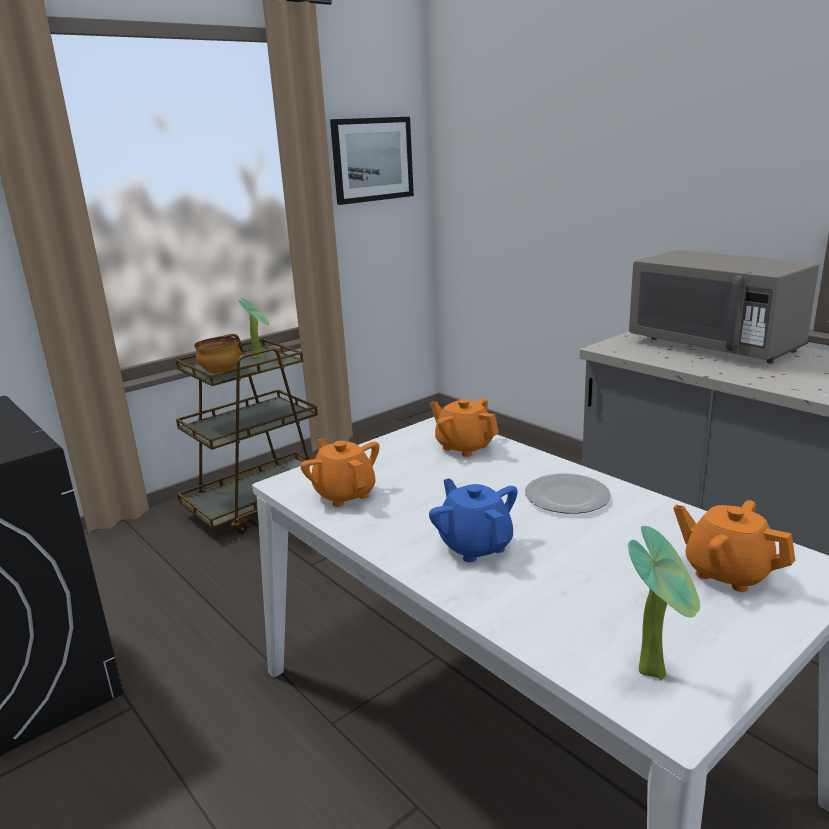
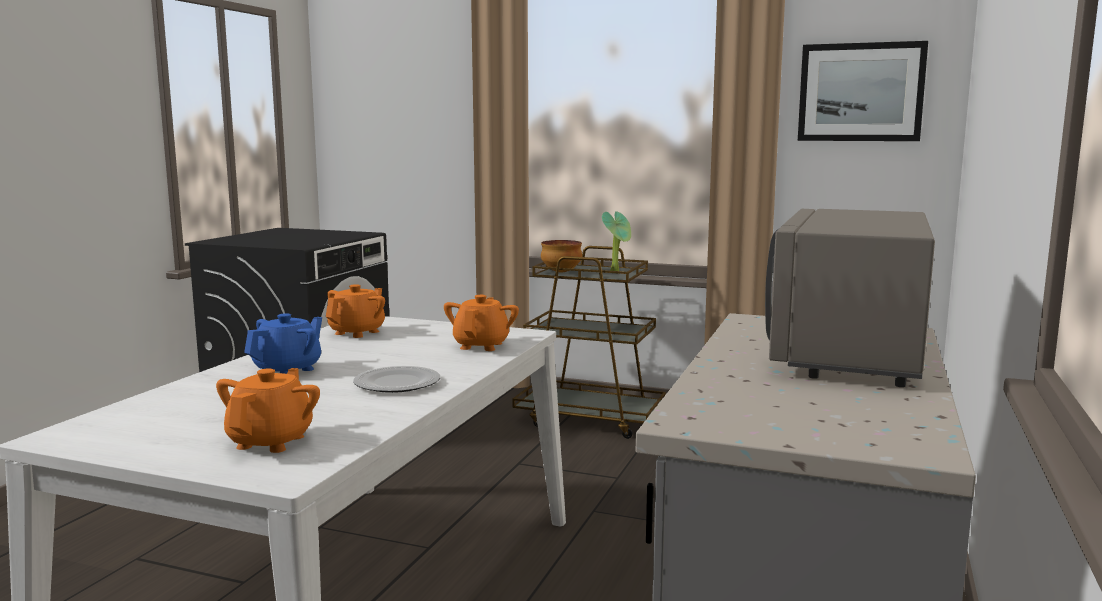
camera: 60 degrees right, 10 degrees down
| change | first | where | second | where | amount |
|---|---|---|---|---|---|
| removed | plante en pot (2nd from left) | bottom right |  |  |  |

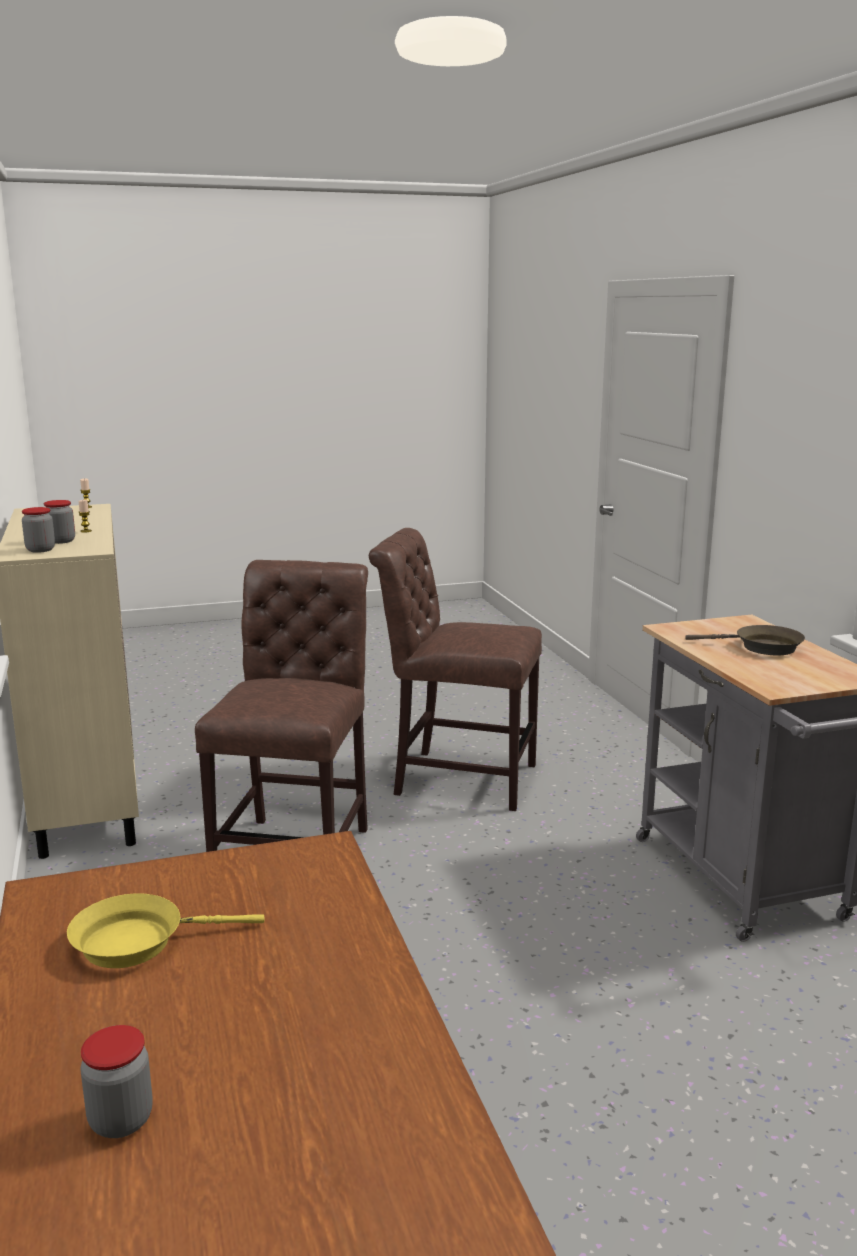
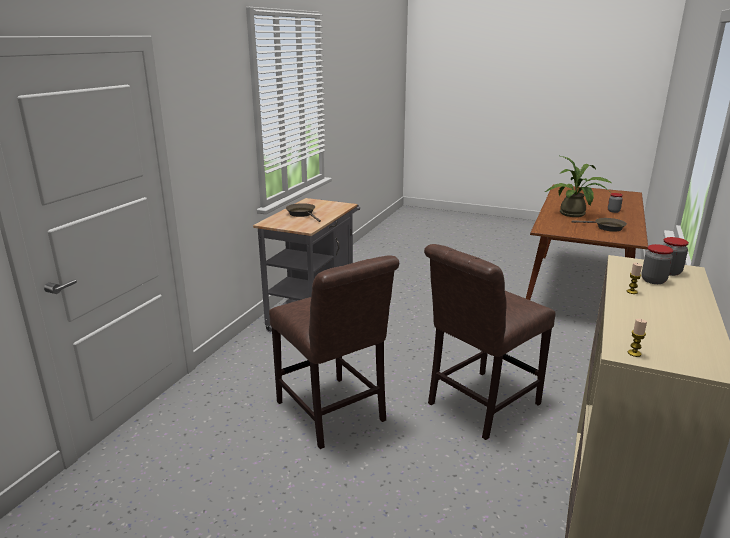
camera: 140 degrees left, 5 degrees up
| change | first | where | second | where | amount |
|---|---|---|---|---|---|
| recoloured | poêle [jaune] | bottom left | poêle [marron] (2nd from left) | middle right |  |
| added |  |  | plante en pot | middle right |  |

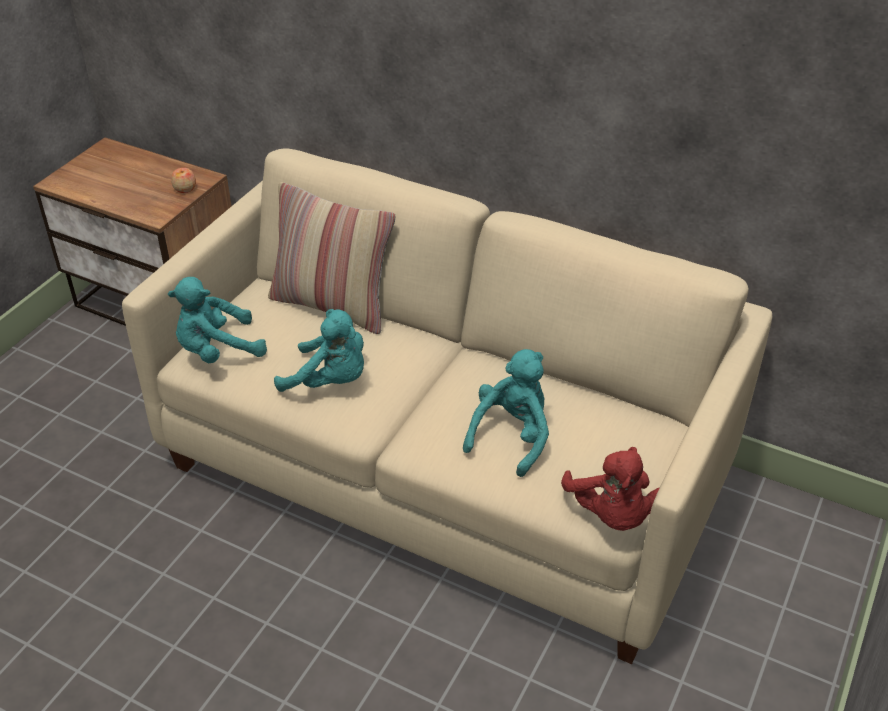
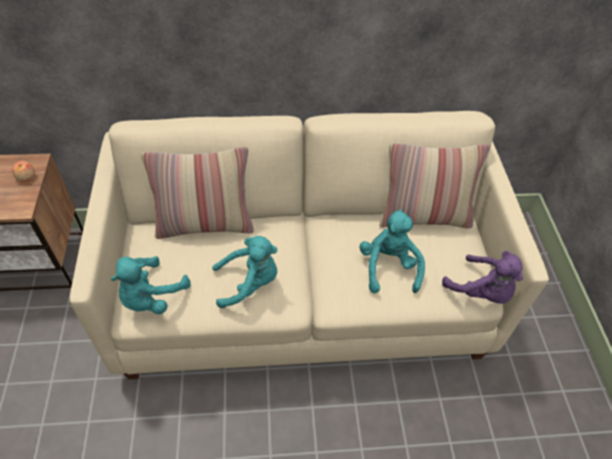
camera: 35 degrees left, 10 degrees up
| change | first | where | second | where | amount |
|---|---|---|---|---|---|
| recoloured | peluche [rouge] | bottom right | peluche [violet] | middle right |  |
| added |  |  | coussin (2nd from left) | middle right |  |

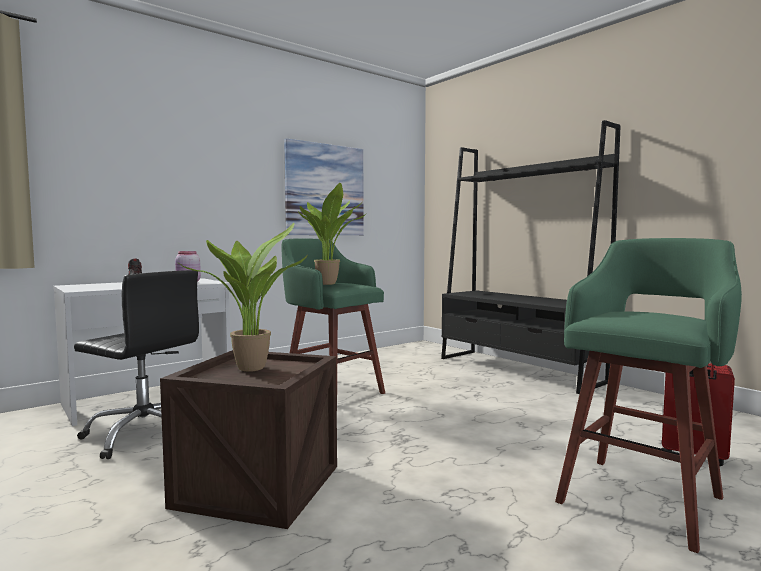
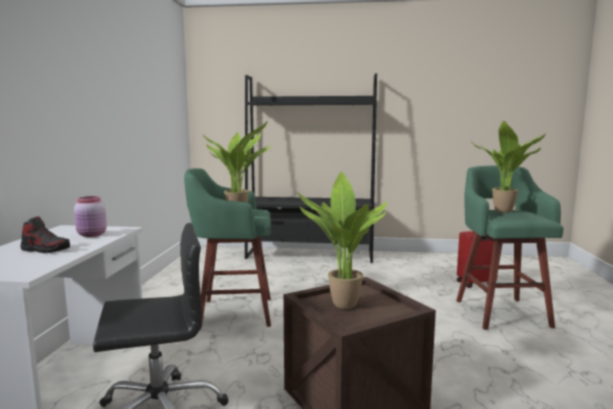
camera: 45 degrees left, 5 degrees up
| change | first | where | second | where | amount |
|---|---|---|---|---|---|
| removed | tableau | top centre |  |  |  |
| added |  |  | plante en pot (3rd from left) | middle right |  |

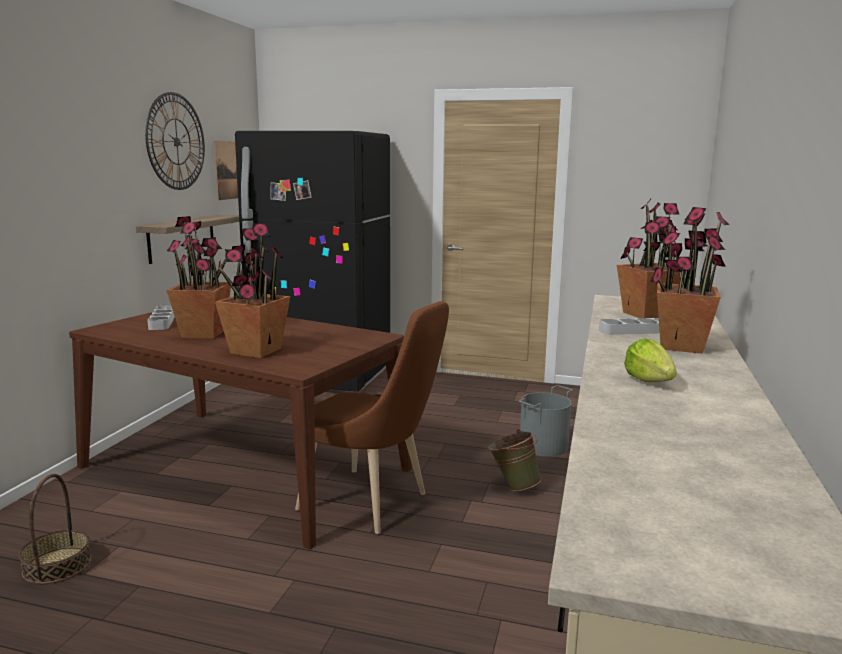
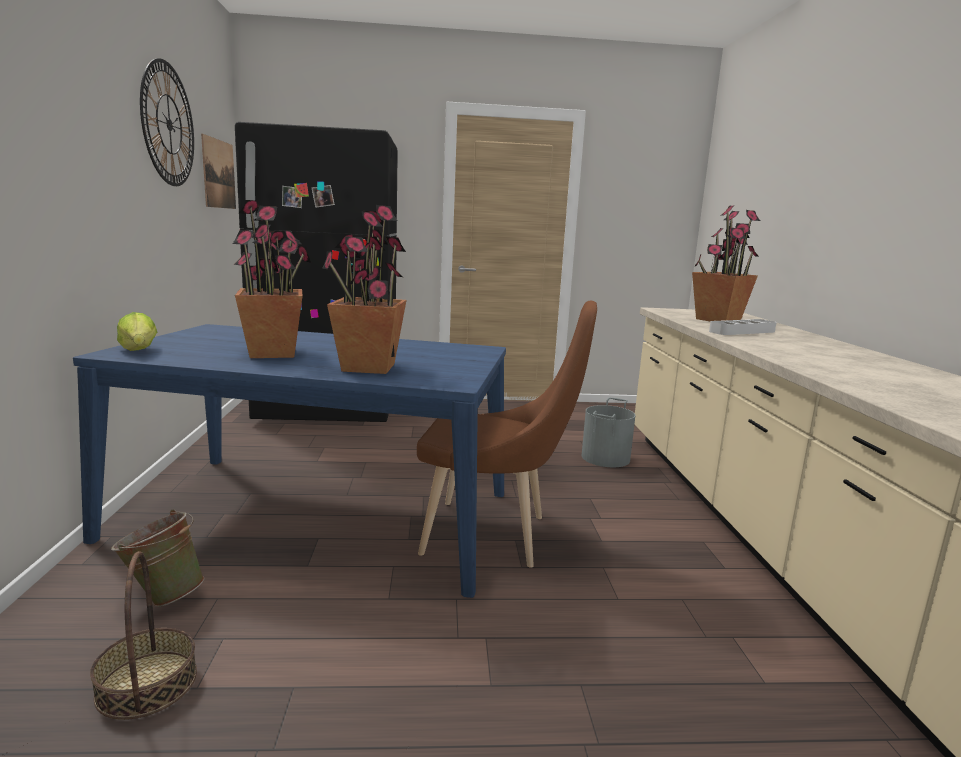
camera: 20 degrees left, 0 degrees up
| change | first | where | second | where | amount |
|---|---|---|---|---|---|
| recoloured | table à manger [marron] | middle left | table à manger [bleu] | middle left |  |
| removed | étagère | middle left |  |  |  |
| removed | plateau [gris] (1st from left) | middle left |  |  |  |
| moved | seau [vert] | bottom centre |  | bottom left |  |
| moved | laitue | middle right |  | middle left |  |
| removed | plante en pot (4th from left) | middle right |  |  |  |

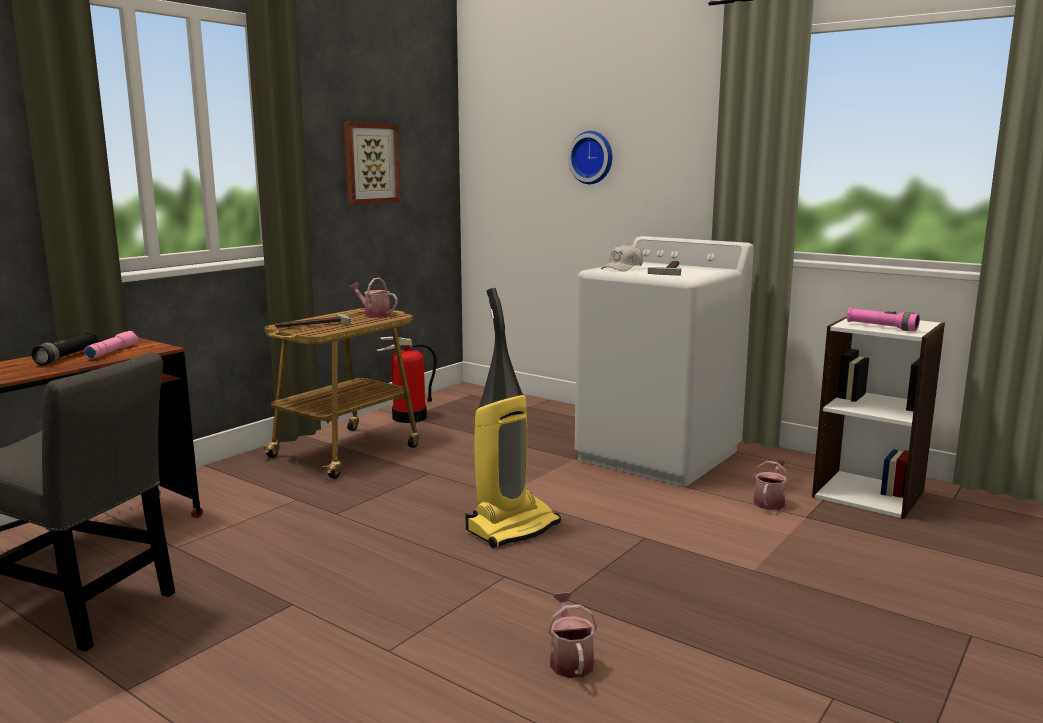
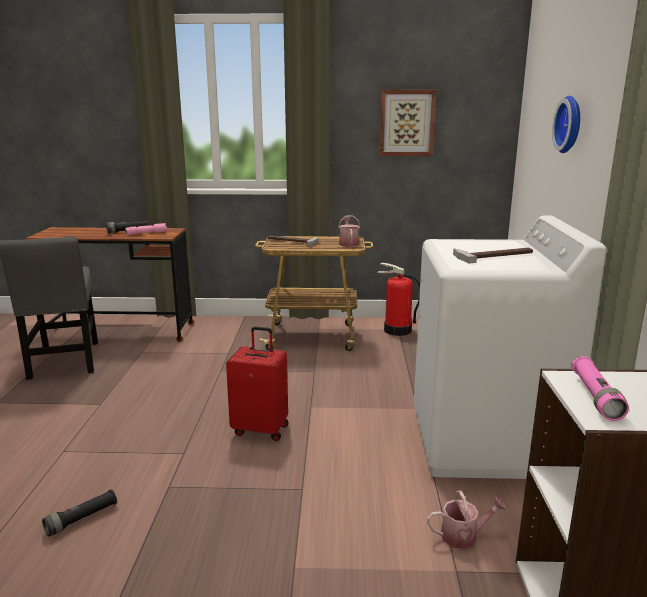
camera: 55 degrees right, 5 degrees up
| change | first | where | second | where | amount |
|---|---|---|---|---|---|
| replaced | aspirateur | centre | valise [rouge] | centre |  |
| replaced | arrosoir (2nd from left) | bottom centre | lampe de poche [noir] (1st from left) | bottom left |  |
| removed | casquette [blanc] | centre |  |  |  |

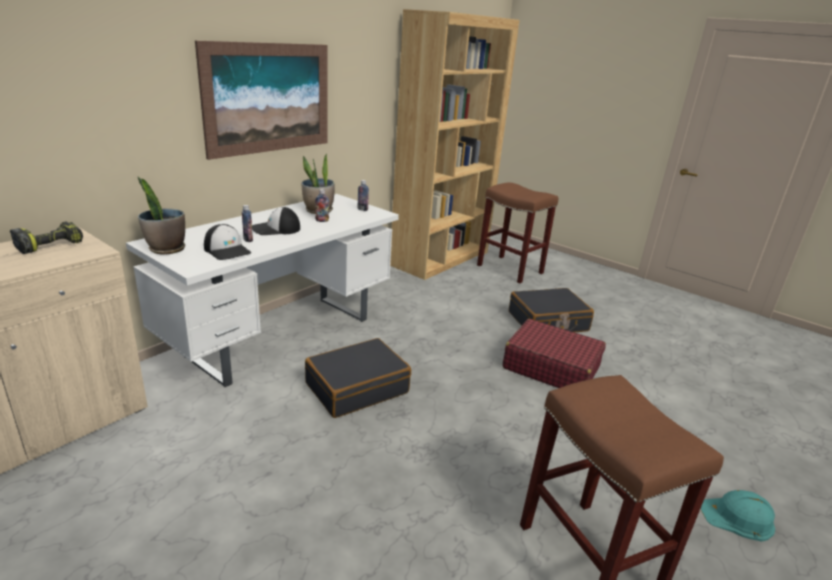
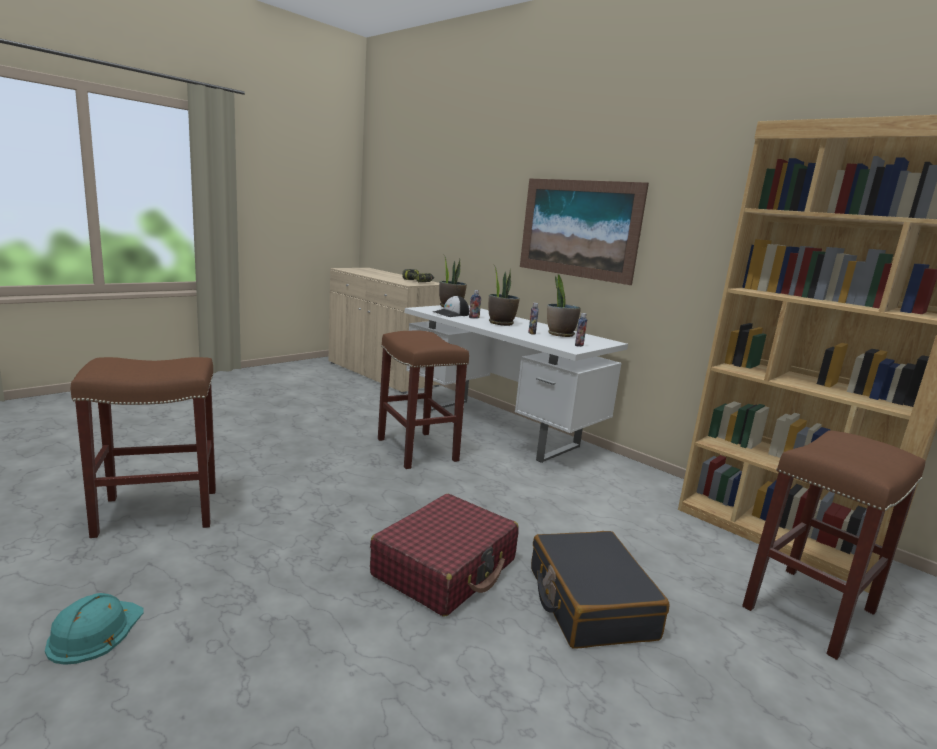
camera: 95 degrees right, 10 degrees down
| change | first | where | second | where | amount |
|---|---|---|---|---|---|
| replaced | casquette (2nd from left) | middle left | plante en pot (2nd from left) | centre |  |
| replaced | valise [noir] (1st from left) | centre | tabouret [marron] (2nd from left) | centre |  |

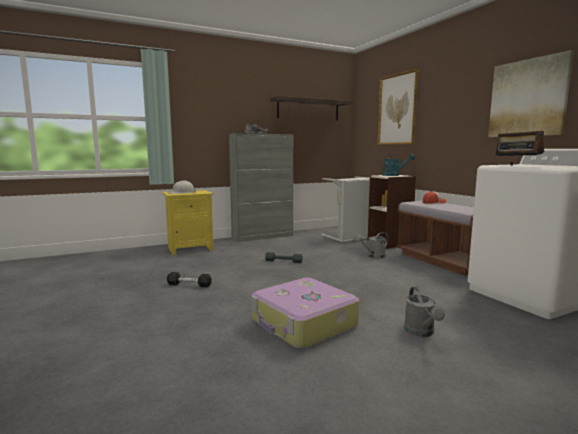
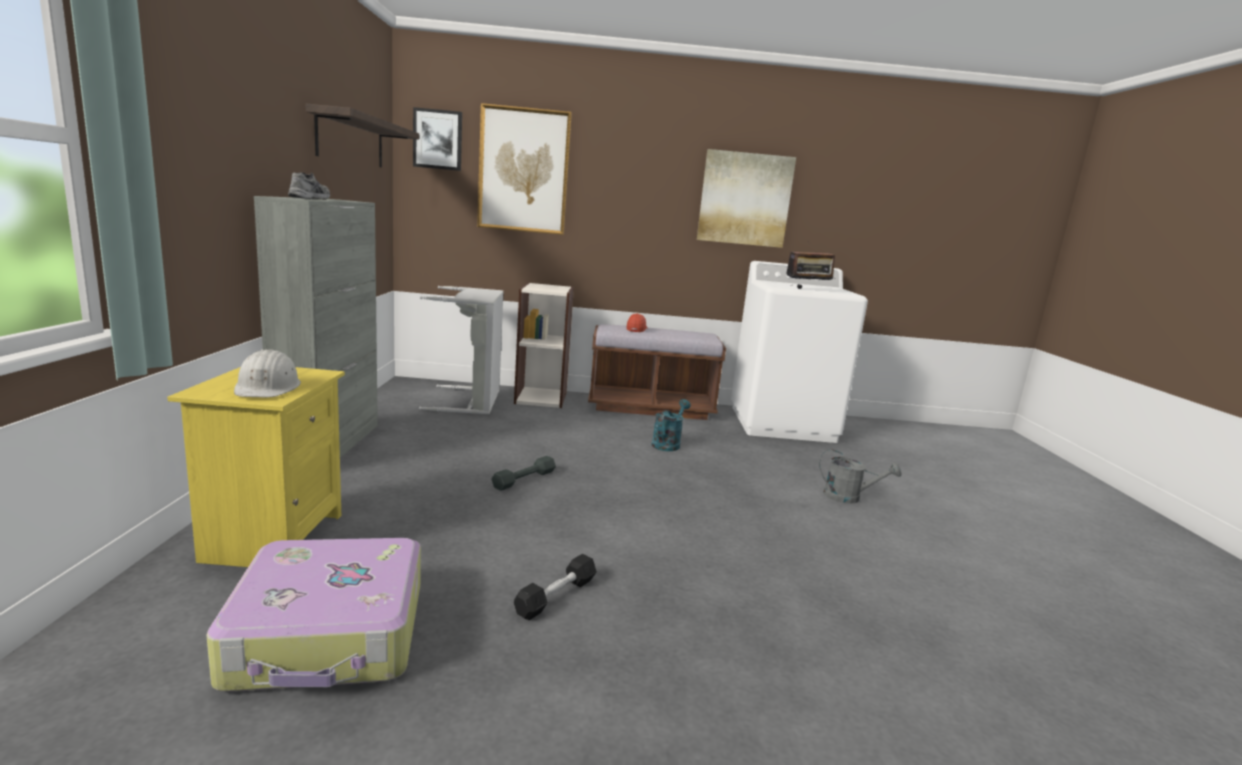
camera: 65 degrees left, 5 degrees up
| change | first | where | second | where | amount |
|---|---|---|---|---|---|
| moved | valise | bottom centre |  | bottom left |  |
| removed | arrosoir [gris] (1st from left) | centre |  |  |  |
| moved | arrosoir [turquoise] | middle right |  | centre |  |
| added |  |  | tableau (1st from left) | top centre |  |

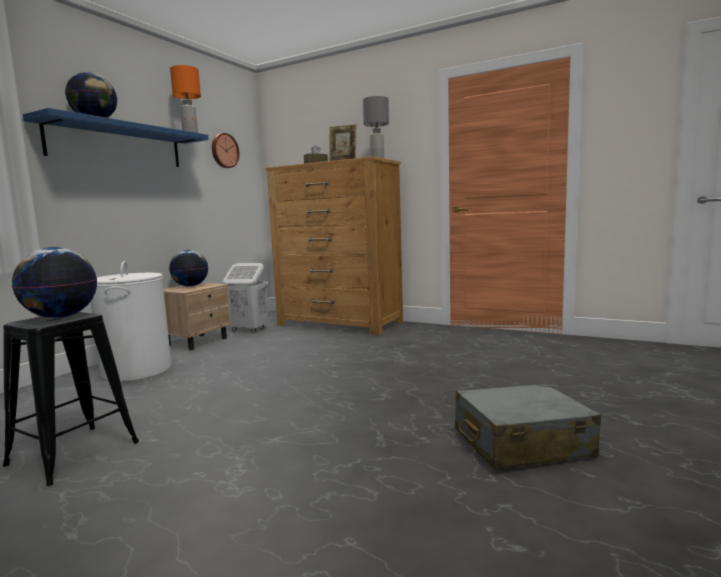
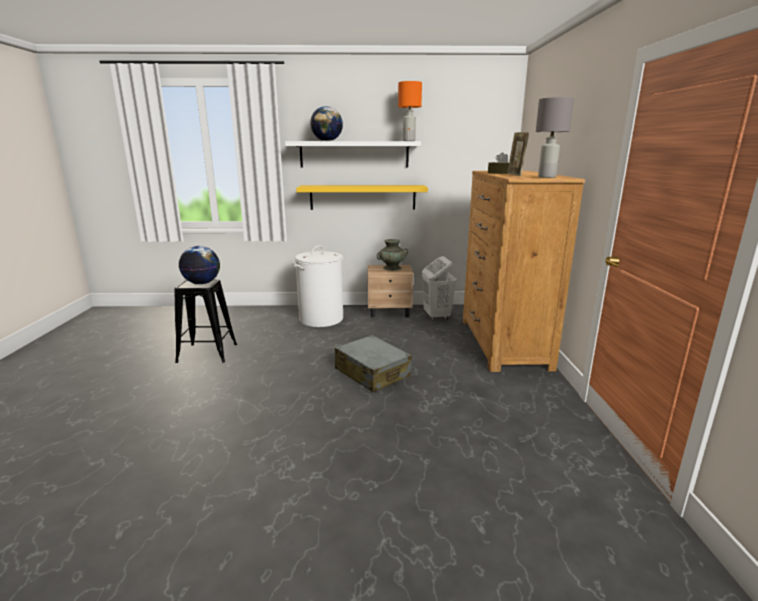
camera: 60 degrees right, 10 degrees up
| change | first | where | second | where | amount |
|---|---|---|---|---|---|
| recoloured | étagère [bleu] | top left | étagère [blanc] | top centre |  |
| replaced | globe (3rd from left) | middle left | vase [turquoise] | centre |  |
| removed | horloge murale | top left |  |  |  |
| moved | valise [gris] | bottom right |  | centre |  |
| added |  |  | étagère [jaune] | top centre |  |

